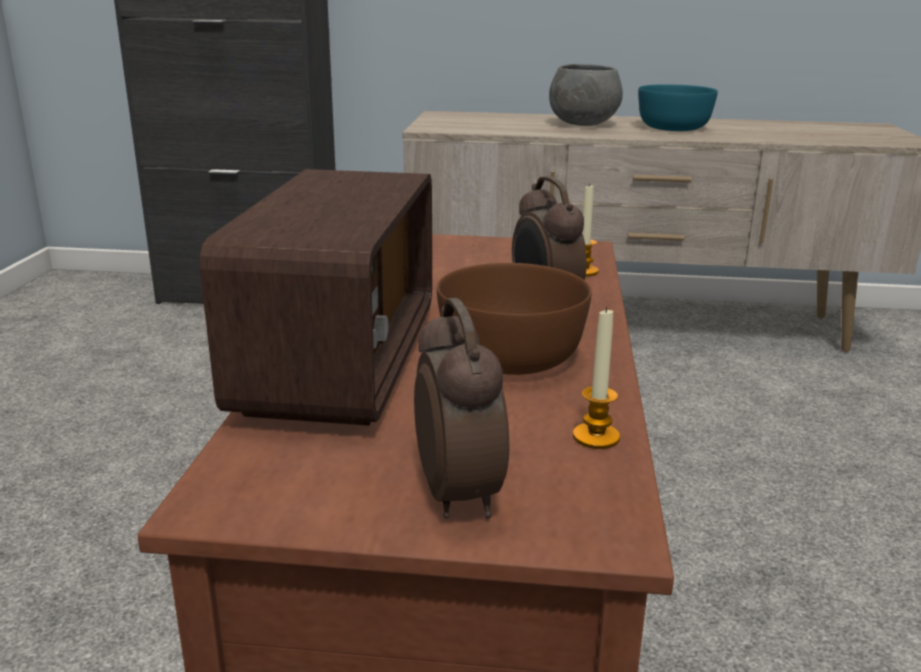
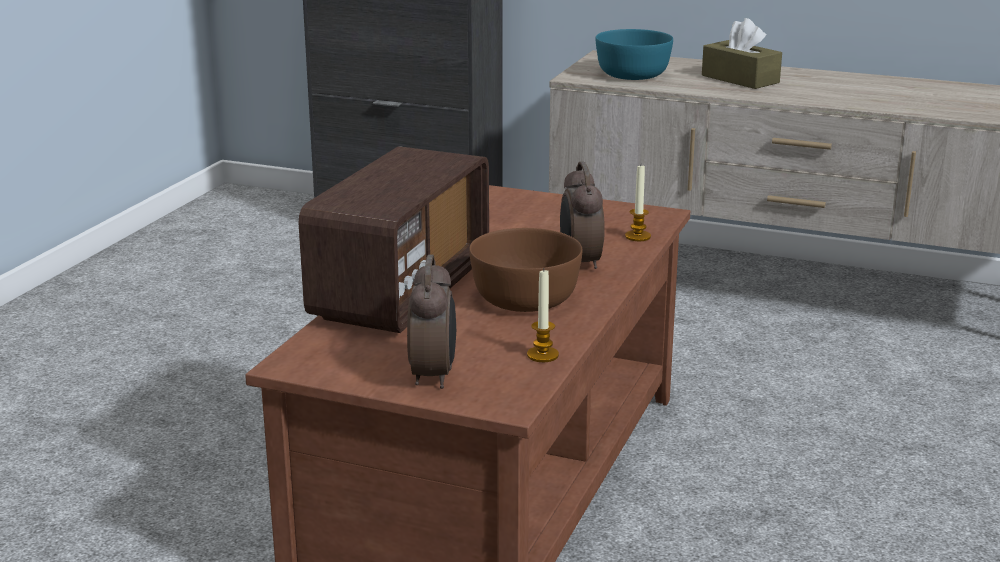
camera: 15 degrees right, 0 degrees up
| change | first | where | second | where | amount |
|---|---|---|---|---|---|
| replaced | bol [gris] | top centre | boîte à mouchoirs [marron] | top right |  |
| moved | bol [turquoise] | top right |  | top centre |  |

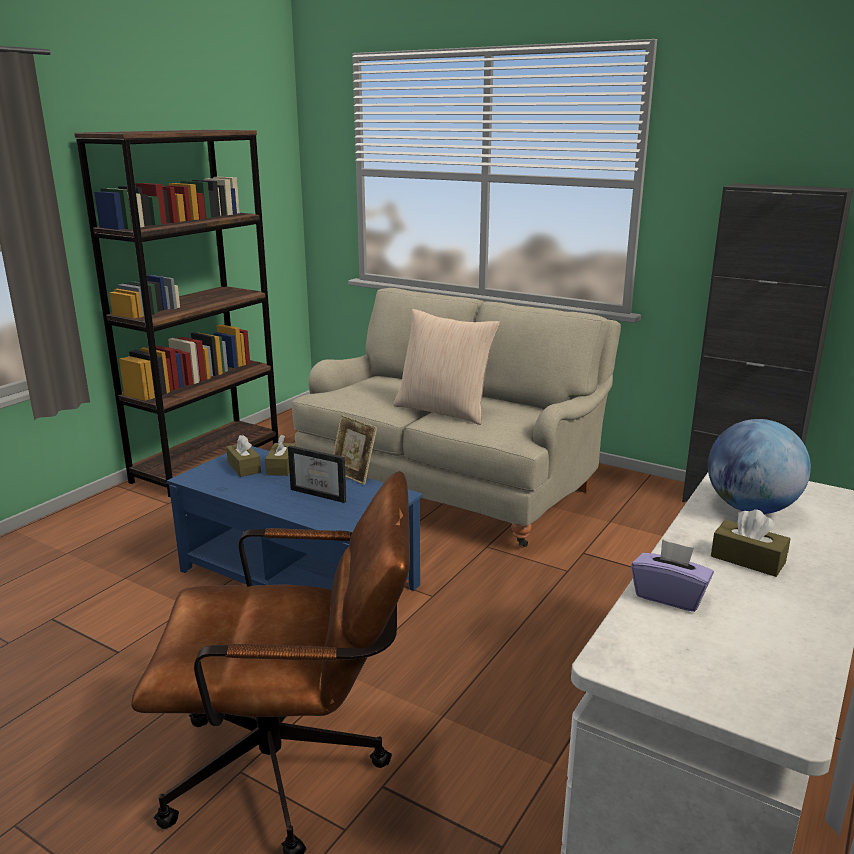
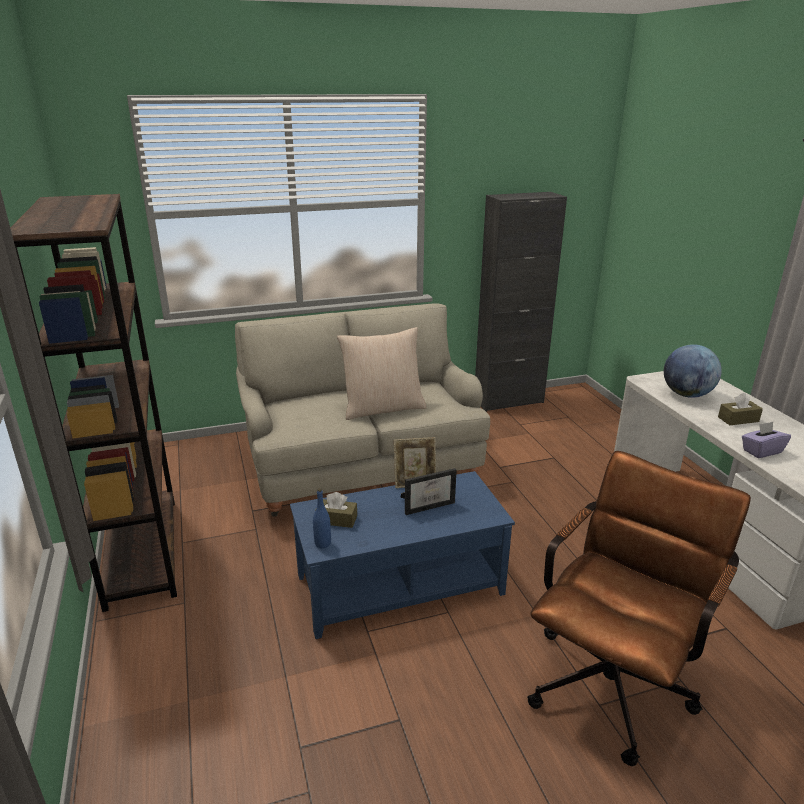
camera: 50 degrees left, 5 degrees up
| change | first | where | second | where | amount |
|---|---|---|---|---|---|
| removed | boîte à mouchoirs [marron] (2nd from left) | middle left |  |  |  |
| added |  |  | bouteille [bleu] | centre |  |

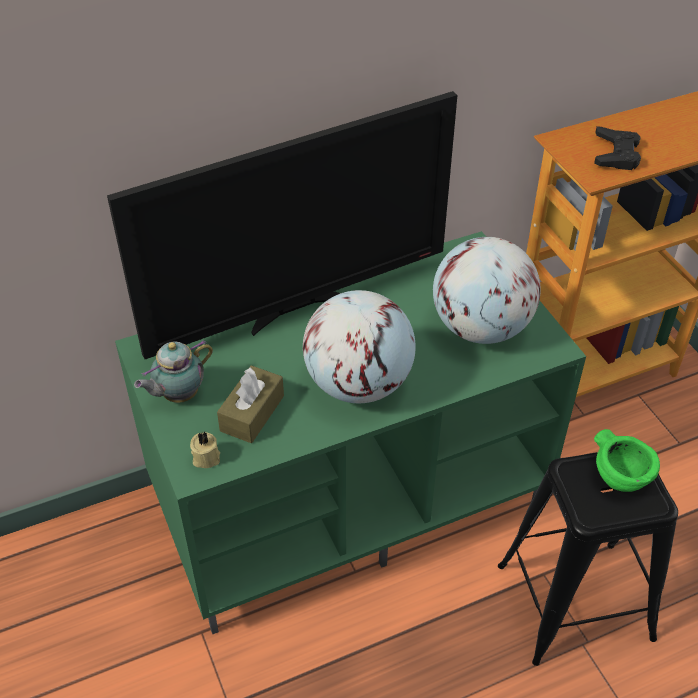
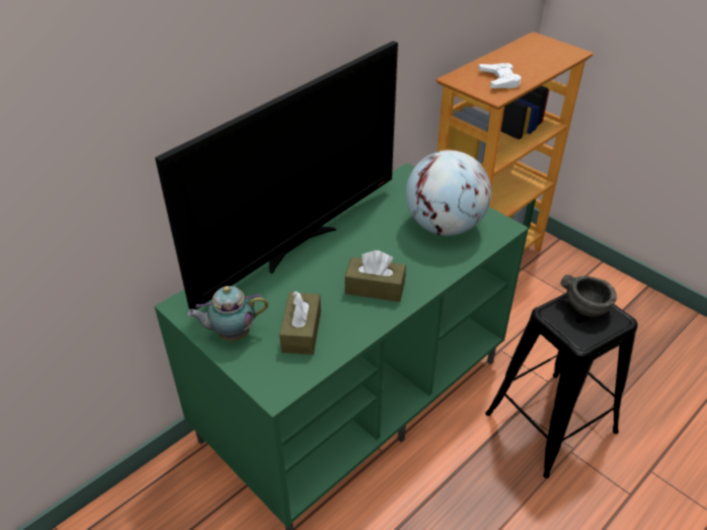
camera: 20 degrees left, 5 degrees down
| change | first | where | second | where | amount |
|---|---|---|---|---|---|
| turned | théière | middle left |  | middle left | 45 degrees clockwise |
| removed | bougie [beige] | middle left |  |  |  |
| replaced | globe (1st from left) | centre | boîte à mouchoirs [marron] (2nd from left) | centre |  |
| recoloured | manette [noir] | top right | manette [blanc] | top right |  |
| recoloured | bol [vert] | middle right | bol [gris] | middle right |  |

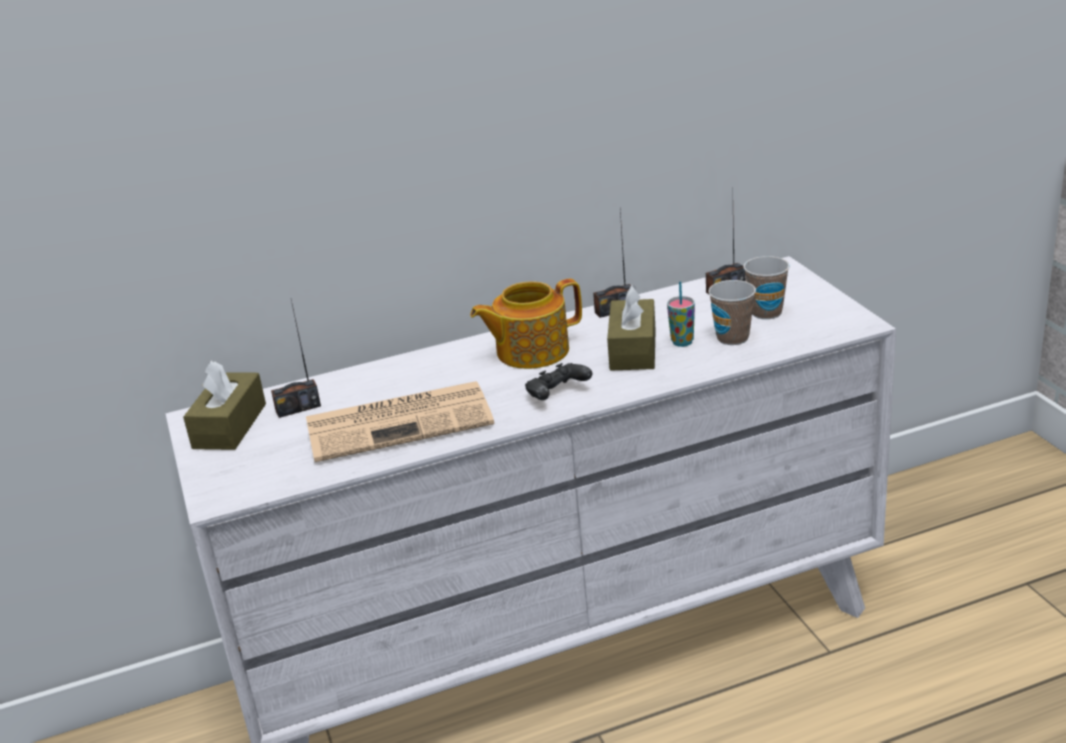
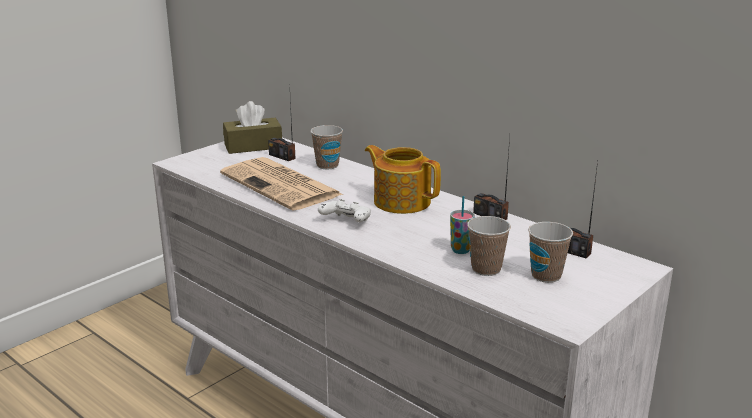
camera: 60 degrees right, 5 degrees down
| change | first | where | second | where | amount |
|---|---|---|---|---|---|
| recoloured | manette [noir] | centre | manette [blanc] | centre |  |
| removed | boîte à mouchoirs [marron] (2nd from left) | centre |  |  |  |
| added |  |  | tasse (1st from left) | centre |  |

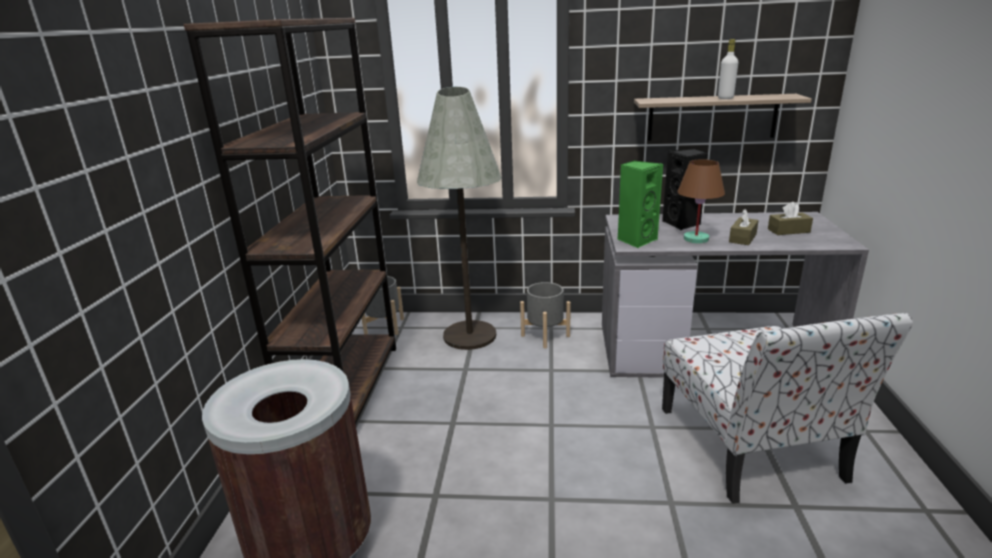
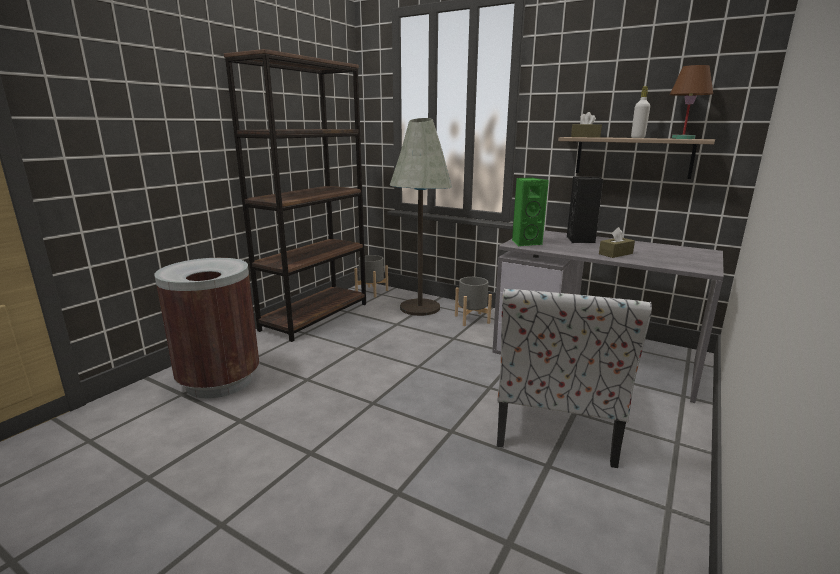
camera: 25 degrees right, 5 degrees down
| change | first | where | second | where | amount |
|---|---|---|---|---|---|
| moved | lampe de table [marron] | middle right |  | top right |  |
| moved | boîte à mouchoirs [marron] (2nd from left in the first image) | middle right | boîte à mouchoirs [marron] (1st from left) | top right |  |

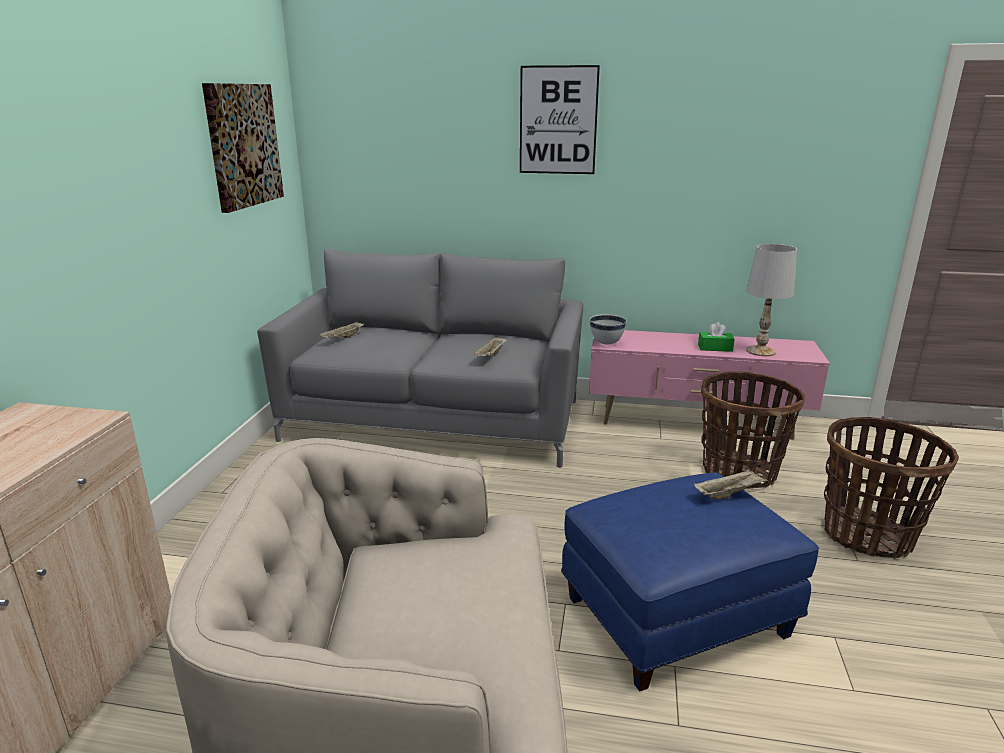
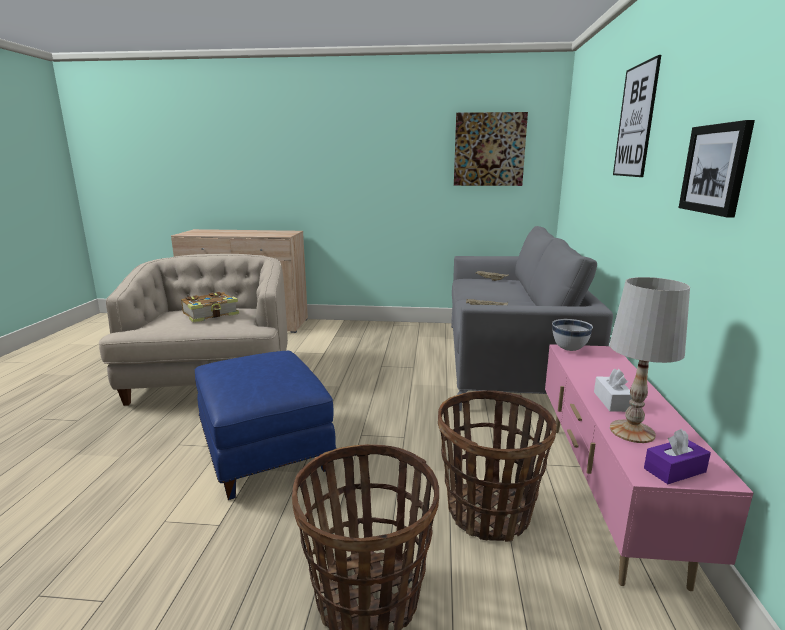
camera: 85 degrees right, 5 degrees down
| change | first | where | second | where | amount |
|---|---|---|---|---|---|
| removed | plateau [beige] (3rd from left) | middle right |  |  |  |
| recoloured | boîte à mouchoirs [vert] | middle right | boîte à mouchoirs [blanc] | middle right |  |
| added |  |  | livre | middle left |  |
| added |  |  | boîte à mouchoirs [violet] | bottom right |  |
| added |  |  | tableau (3rd from left) | top right |  |

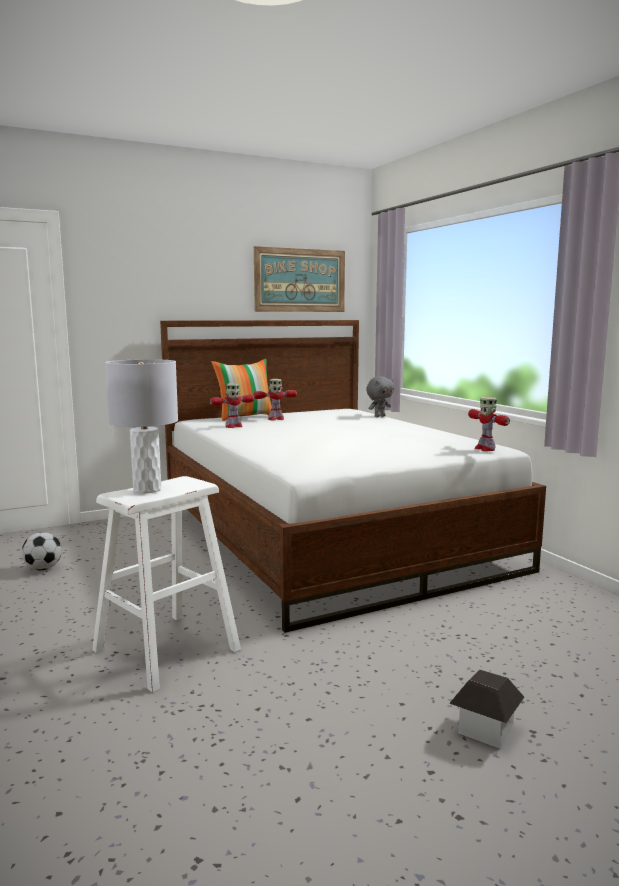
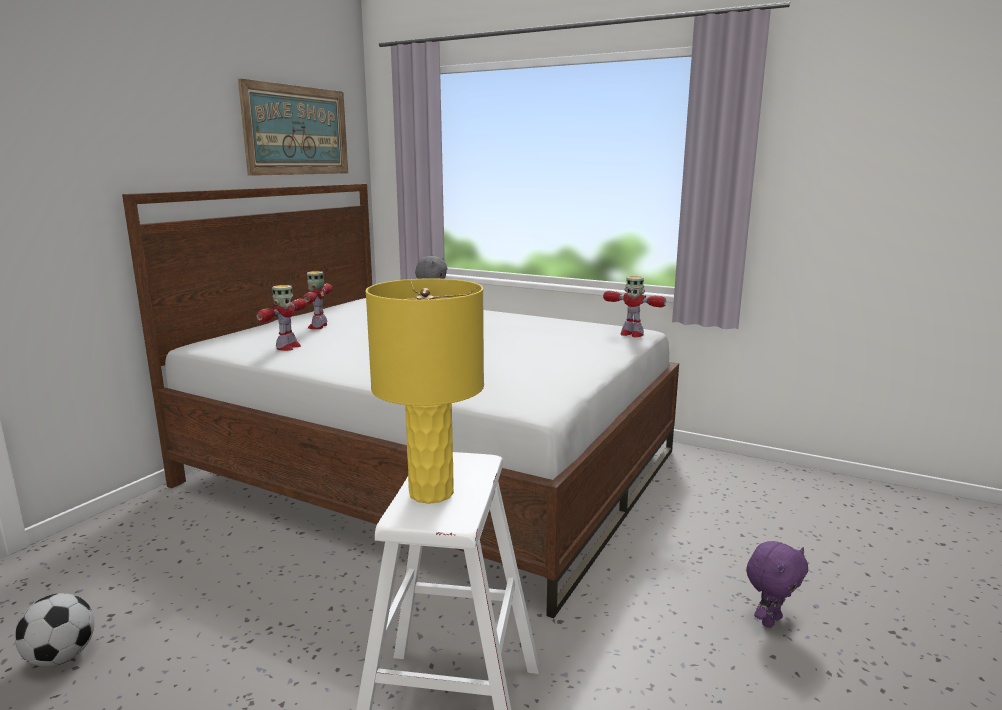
camera: 35 degrees left, 5 degrees up
| change | first | where | second | where | amount |
|---|---|---|---|---|---|
| recoloured | lampe de table [gris] | middle left | lampe de table [jaune] | centre |  |
| removed | coussin | centre |  |  |  |
| turned | robot jouet (2nd from left) | centre |  | middle left | 150 degrees clockwise |
| removed | maison miniature | bottom right |  |  |  |
| added |  |  | peluche [violet] | bottom right |  |

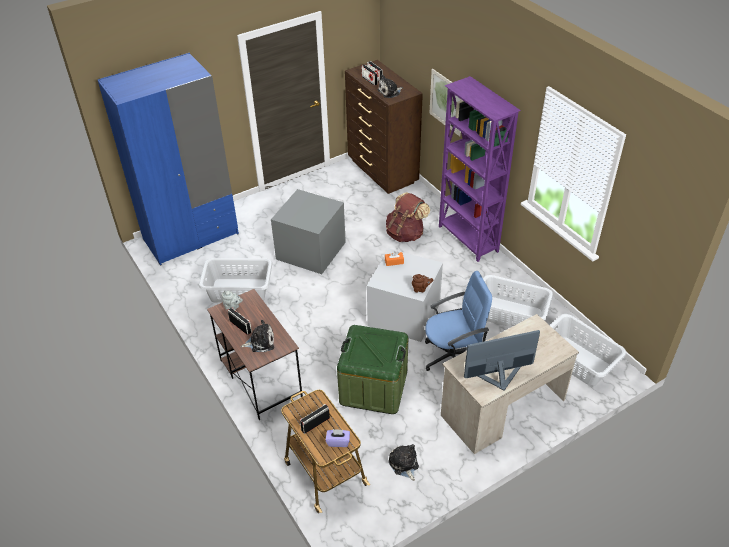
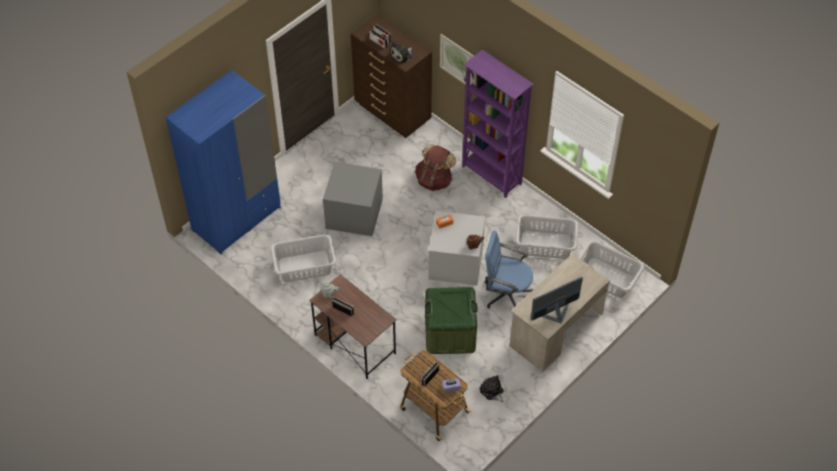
camera: 15 degrees left, 10 degrees up
| change | first | where | second | where | amount |
|---|---|---|---|---|---|
| removed | peluche (1st from left) | centre |  |  |  |
| turned | chaise de bureau [bleu] | centre |  | centre | 135 degrees counterclockwise |

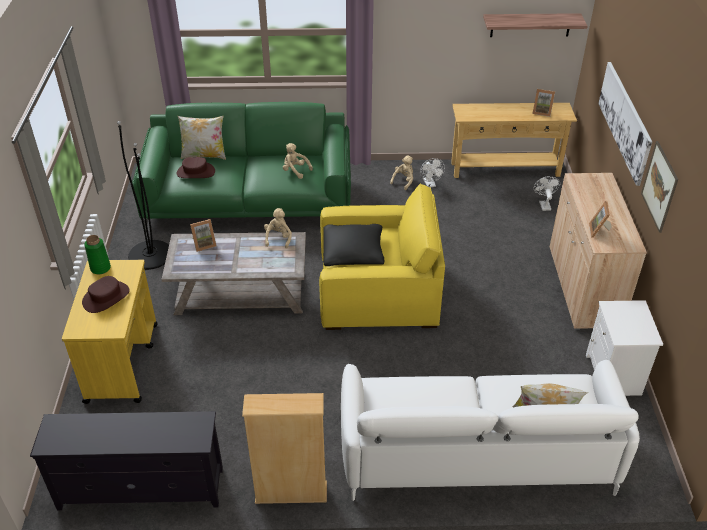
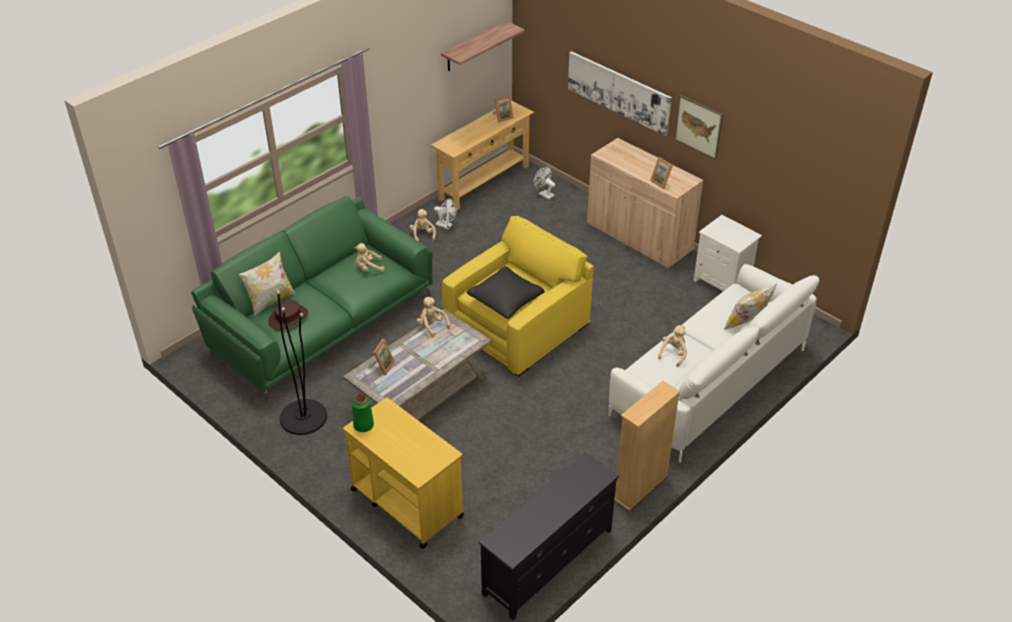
camera: 45 degrees left, 0 degrees up
| change | first | where | second | where | amount |
|---|---|---|---|---|---|
| removed | chapeau [marron] (1st from left) | middle left |  |  |  |
| added |  |  | peluche [beige] (4th from left) | centre |  |

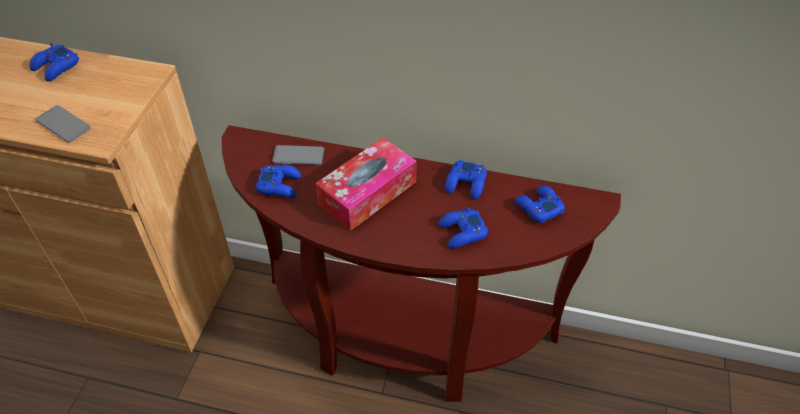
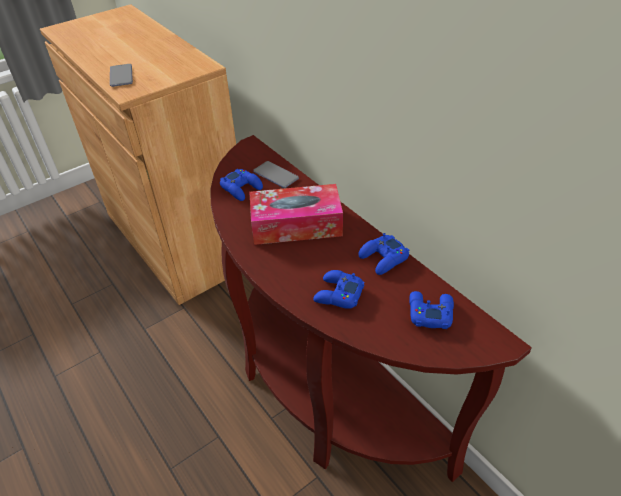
camera: 40 degrees right, 5 degrees down
| change | first | where | second | where | amount |
|---|---|---|---|---|---|
| removed | manette [bleu] (1st from left) | top left |  |  |  |

